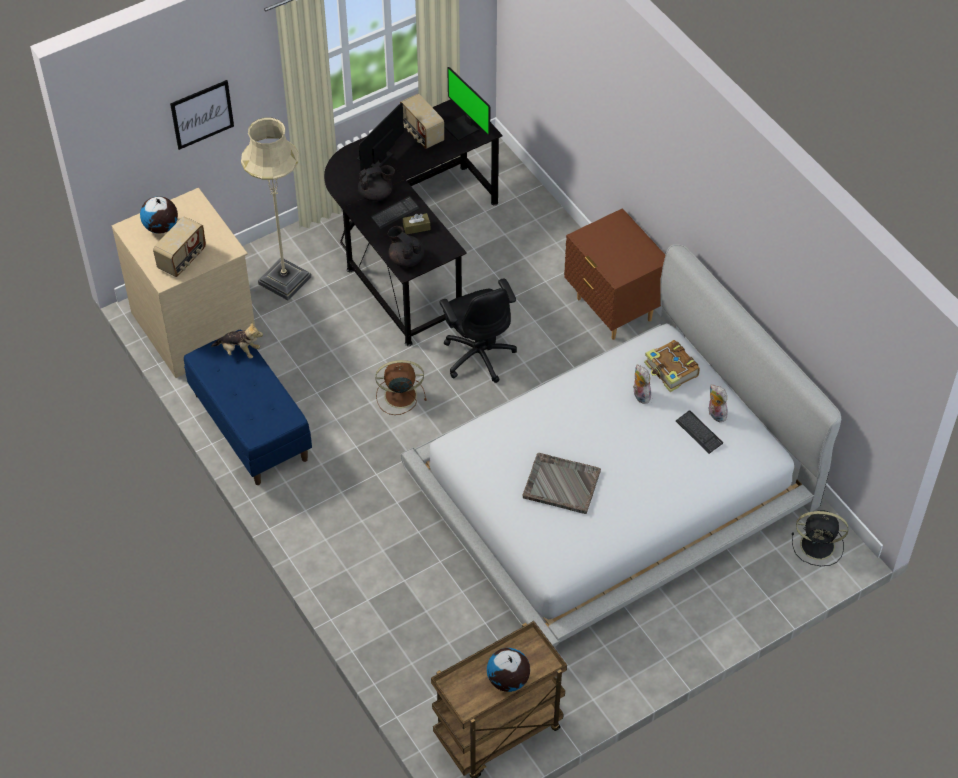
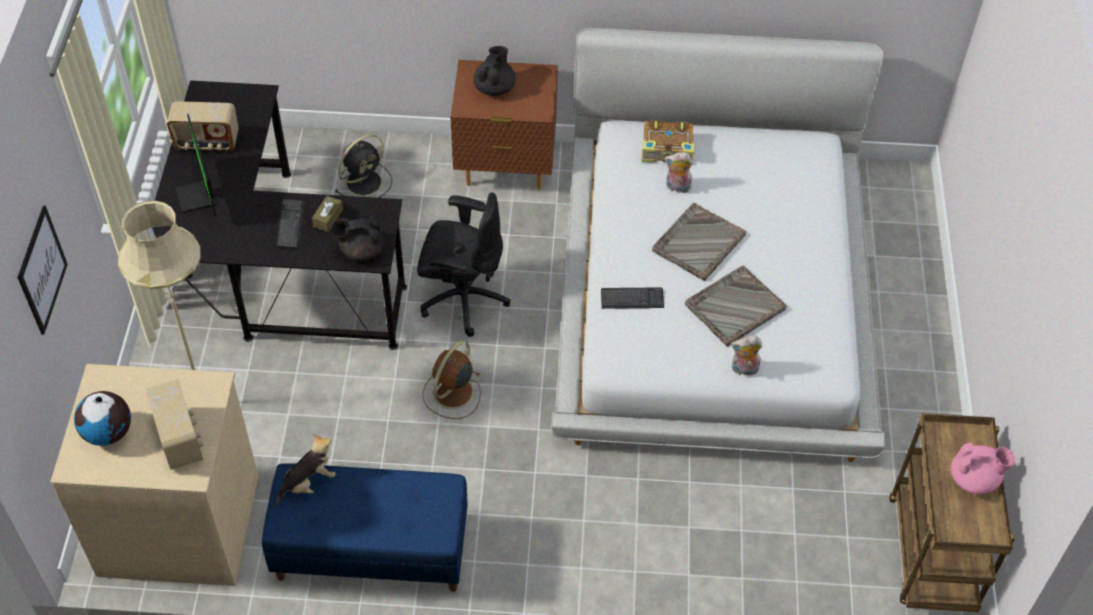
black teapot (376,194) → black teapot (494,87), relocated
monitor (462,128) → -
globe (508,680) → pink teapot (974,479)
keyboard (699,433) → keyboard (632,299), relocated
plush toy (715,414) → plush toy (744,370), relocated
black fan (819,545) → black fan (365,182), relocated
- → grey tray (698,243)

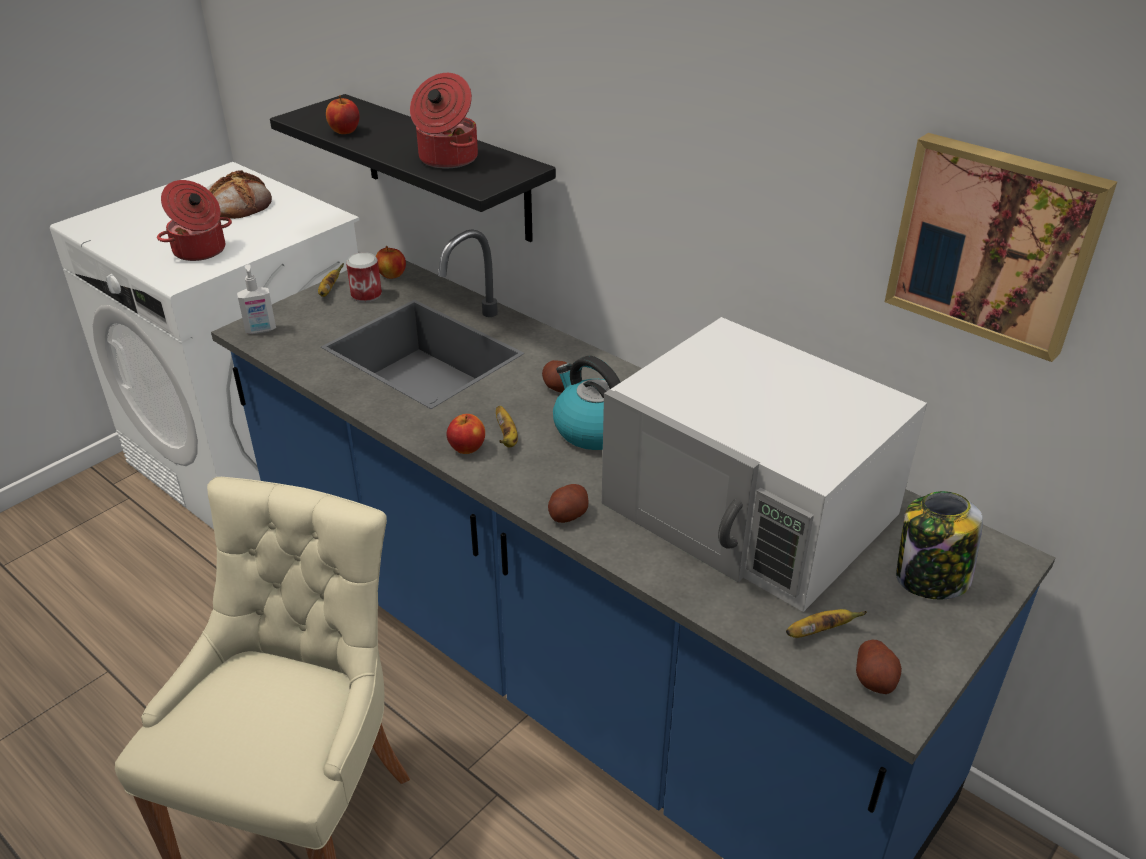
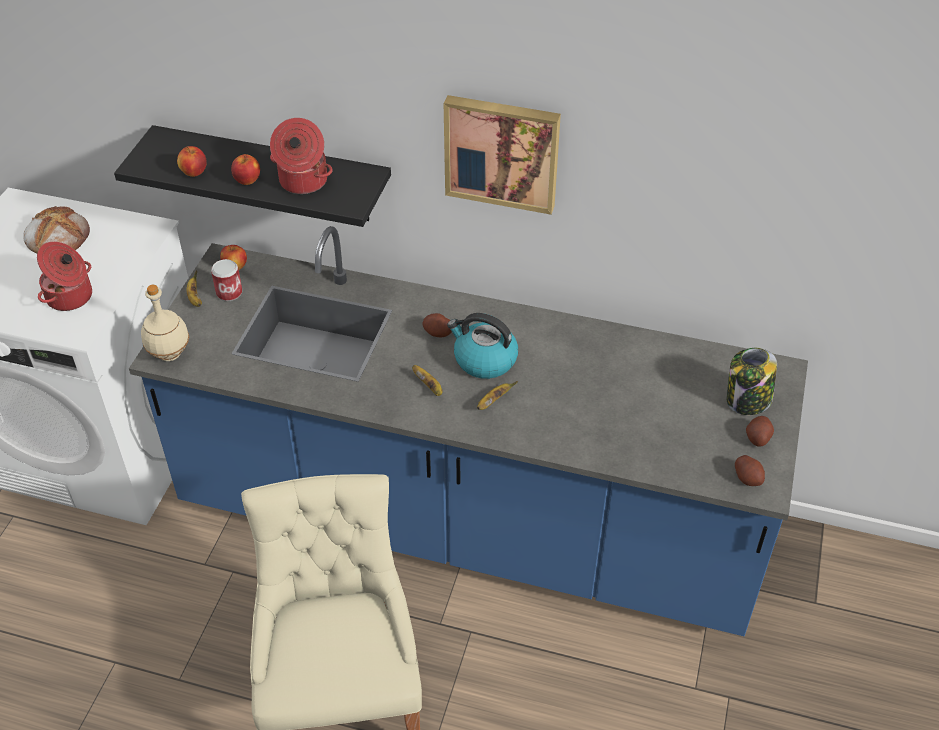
soap dispenser (261,330) → beige bottle (170,353)
apple (467,448) → apple (247,180), relocated
potato (567,514) → potato (757,438), relocated
white microwave (751,509) → -
banana (818,632) → banana (493,401), relocated
picture (994,243) → picture (502,152), relocated

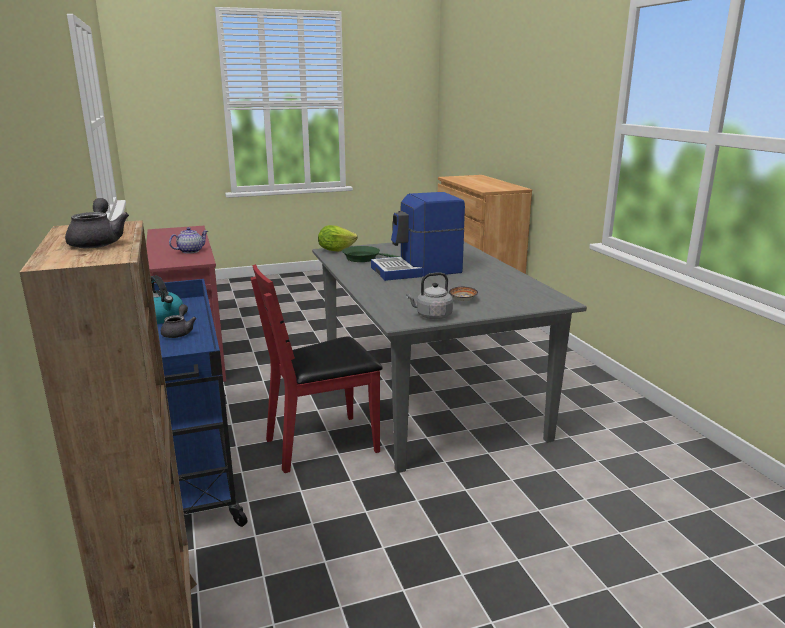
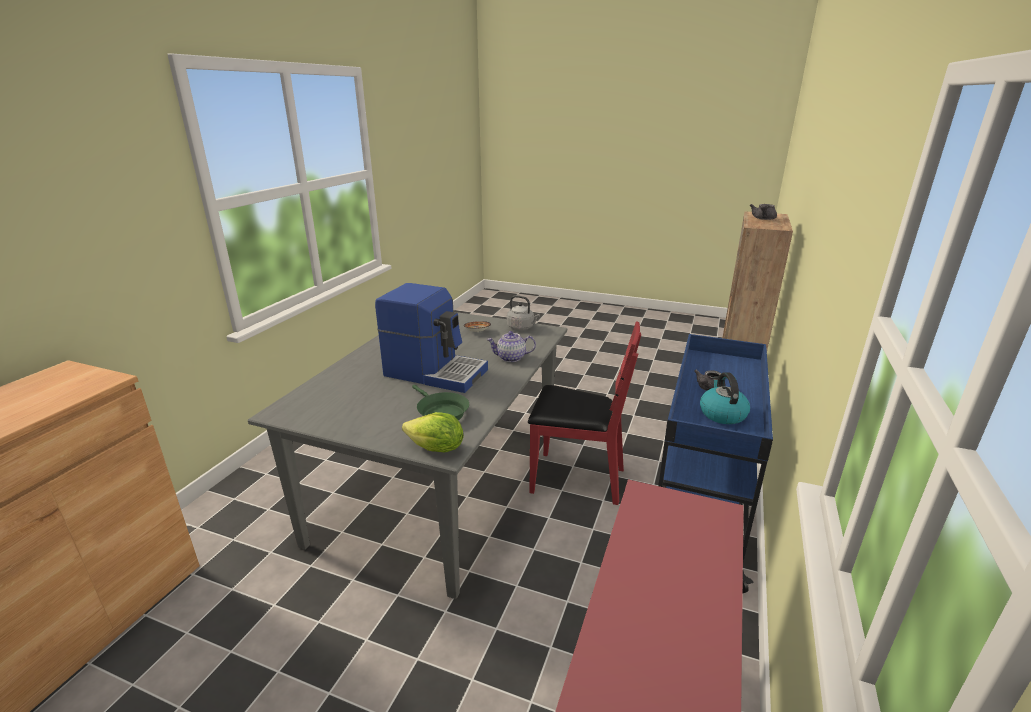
teapot (190,251) → teapot (511,358), relocated

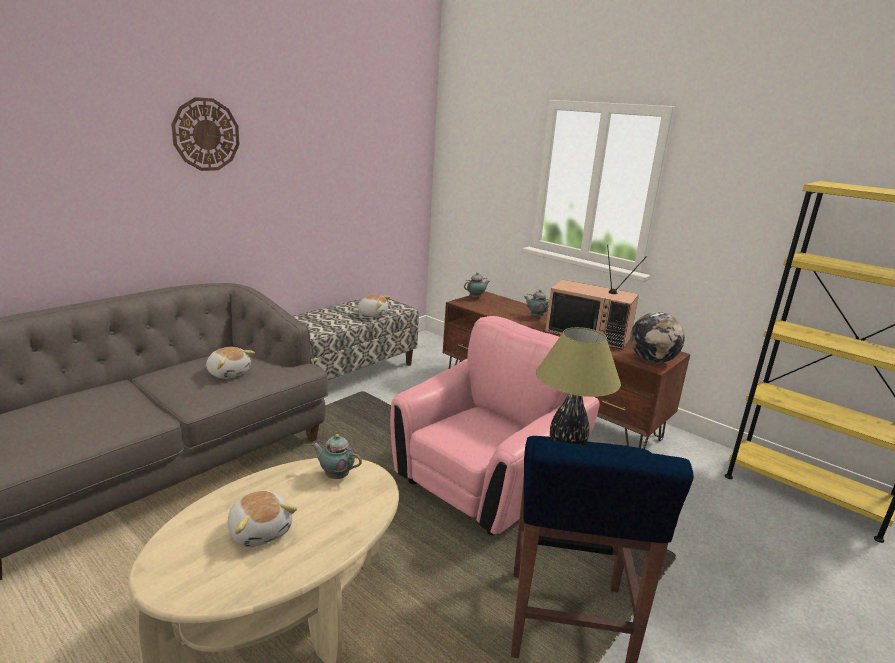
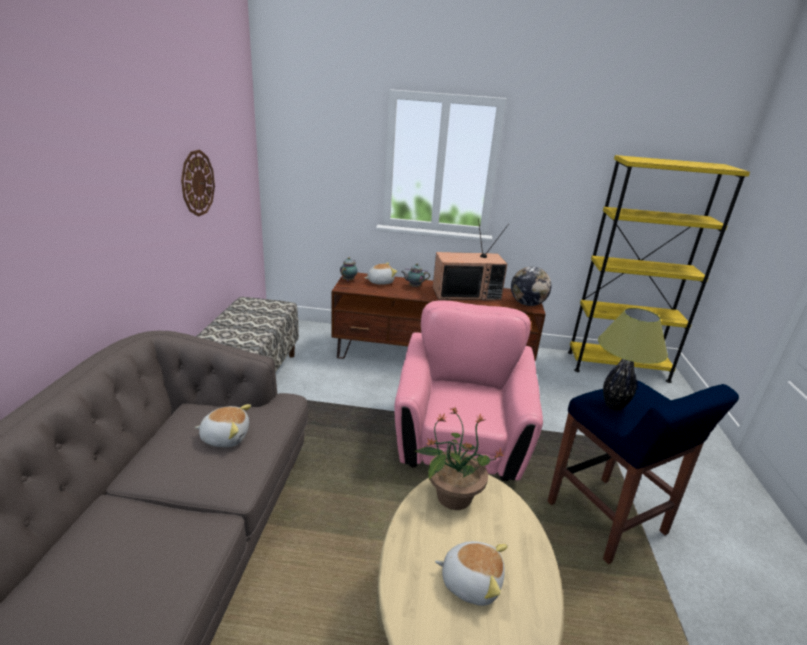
wall clock (206,134) → wall clock (197,183), relocated
teapot (335,476) → potted plant (452,496)
plush toy (372,314) → plush toy (380,282), relocated

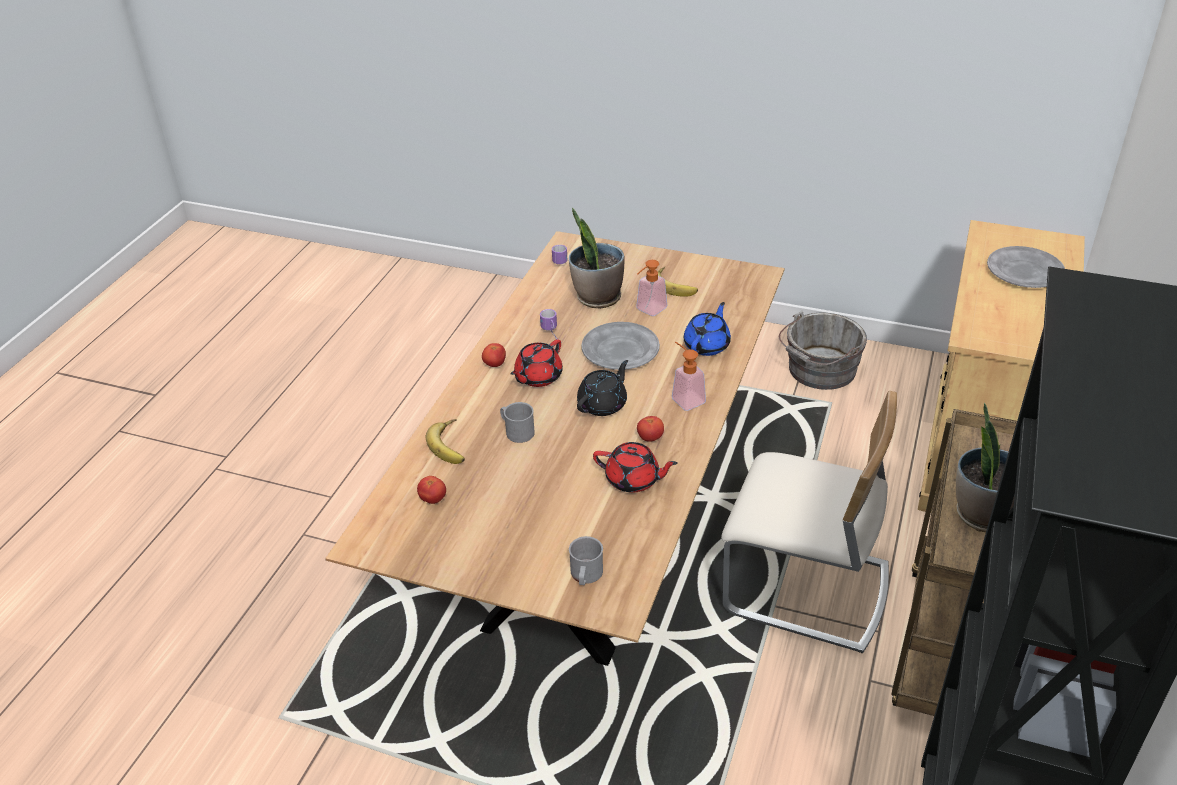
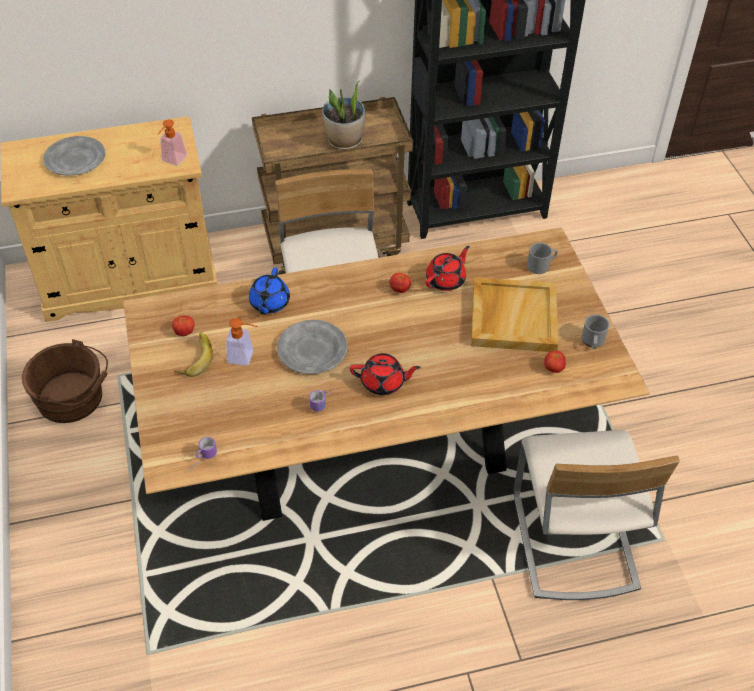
banana (452,445) → -
tomato (494,364) → tomato (184,332), relocated
grey mug (516,431) → grey mug (592,342), relocated
potted plant (597,297) → -
black teapot (603,404) → -
red teapot (633,480) → red teapot (446,280), 60 degrees clockwise
soap dispenser (685,398) → soap dispenser (172,161), relocated
blue teapot (707,345) → blue teapot (269,303), 75 degrees counterclockwise
grey bucket (819,371) → brown bucket (74,398)
- → beige tray (513,317)
- → beige chair (572,540)

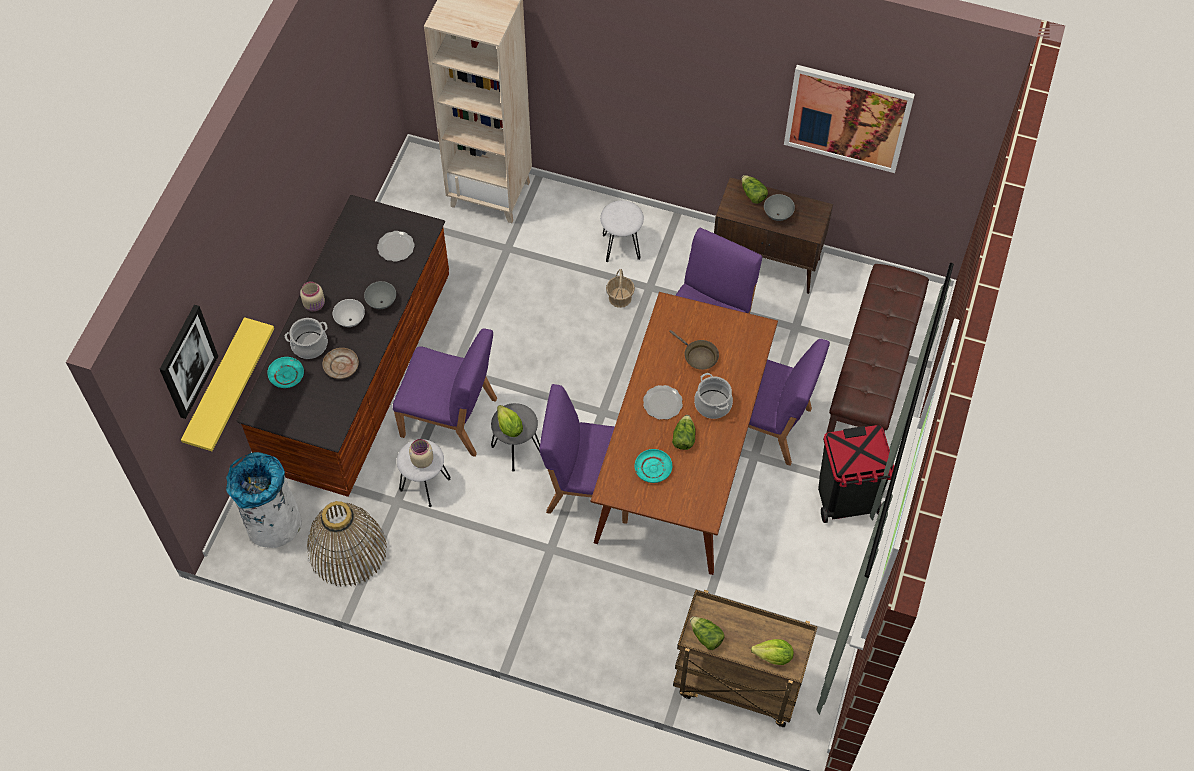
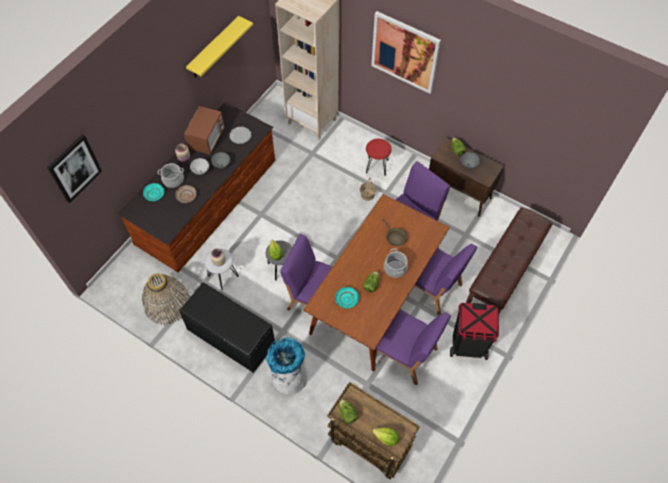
yellow shelf (216,386) → yellow shelf (214,48), relocated
white trash can (273,524) → white trash can (289,378), relocated
purple chair (450,418) → purple chair (405,355), relocated
white stool (621,246) → red stool (377,166)
plate (662,404) → -
picture (847,118) → picture (405,52), relocated
- → black bench (230,337)
- → microwave (207,139)

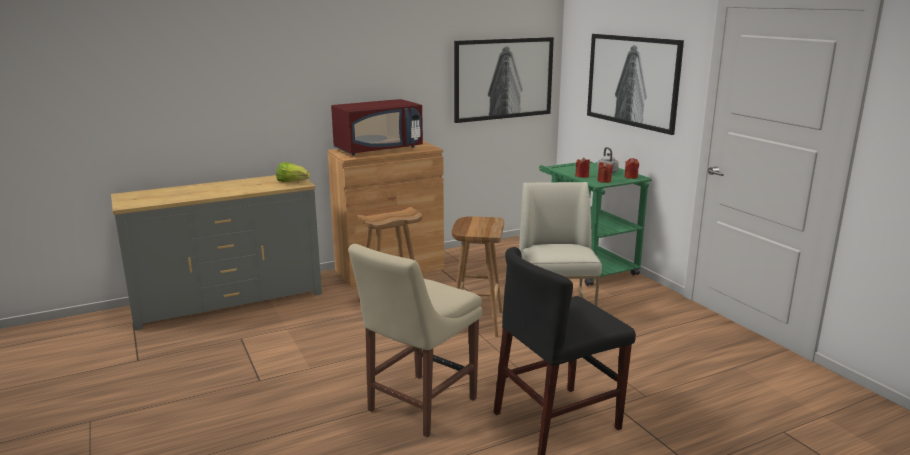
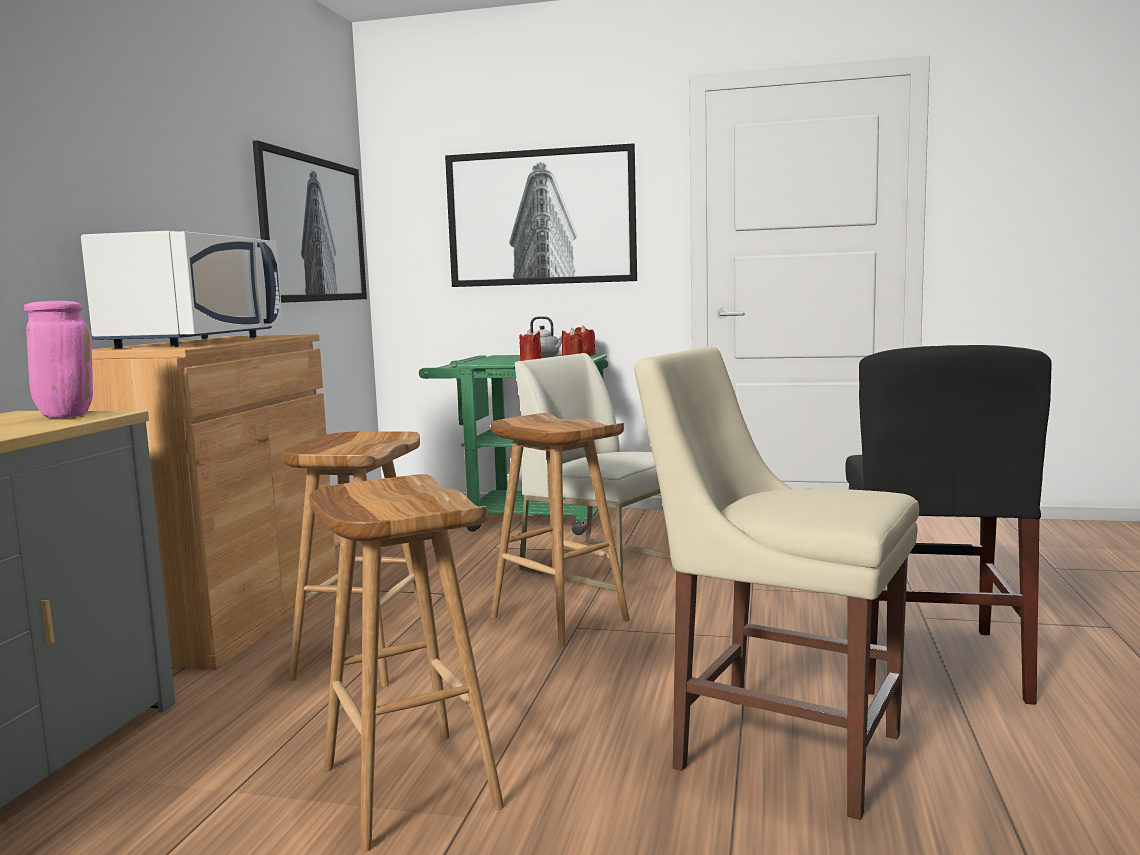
lettuce (292,182) → pink vase (64,416)
red microwave (378,149) → white microwave (196,342)
beige chair (418,406) → beige chair (777,747), 135 degrees clockwise
- → brown stool (407,786)

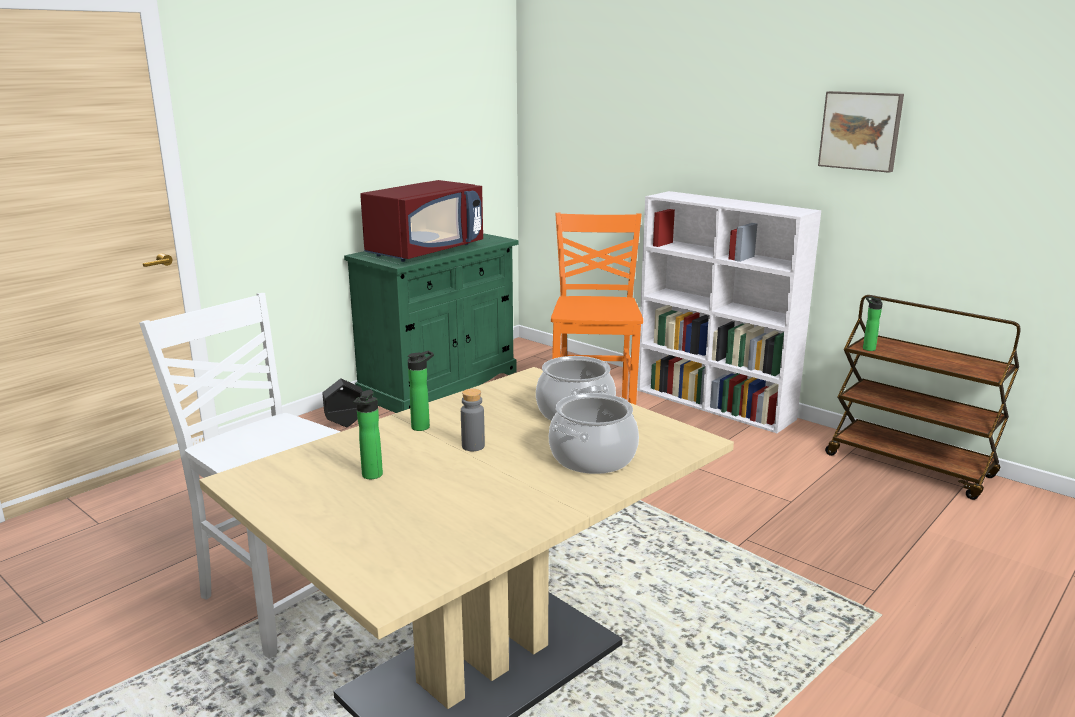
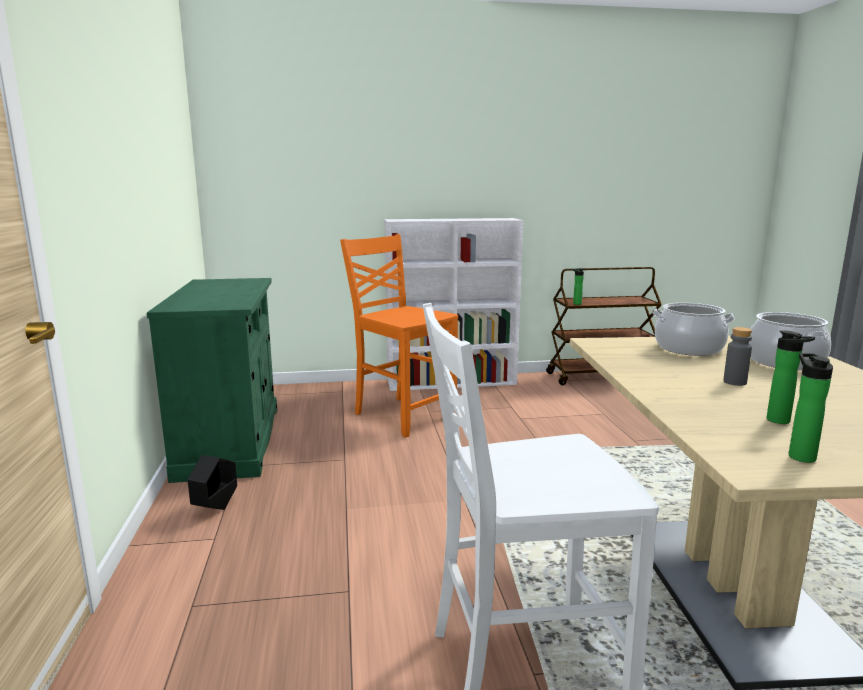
red microwave (425,251) → -
bottle (423,426) → bottle (799,456), relocated
picture (861,130) → -

